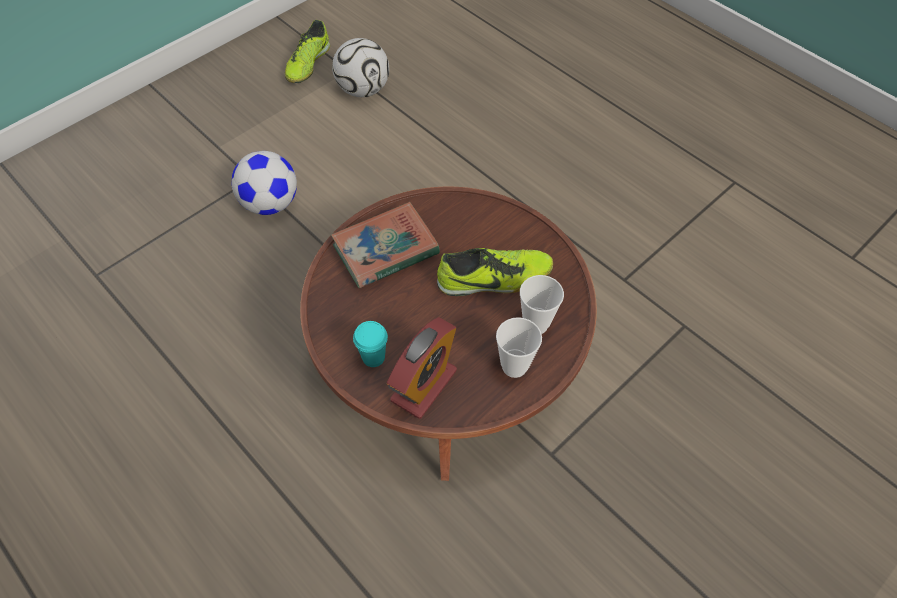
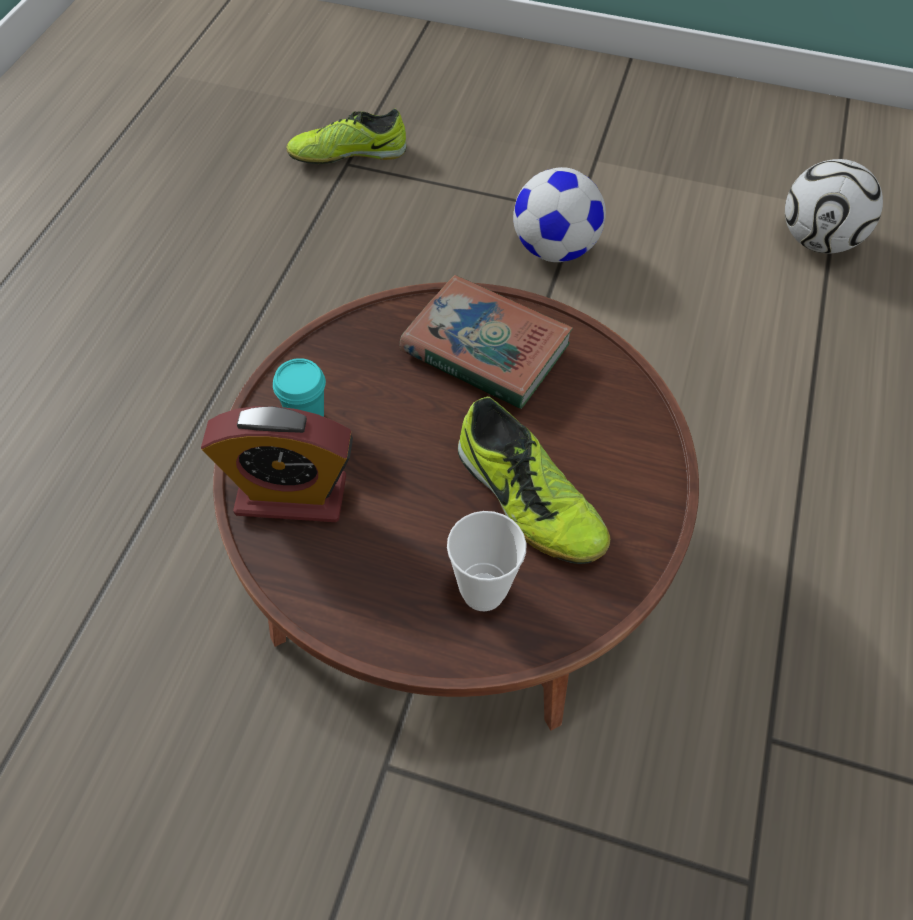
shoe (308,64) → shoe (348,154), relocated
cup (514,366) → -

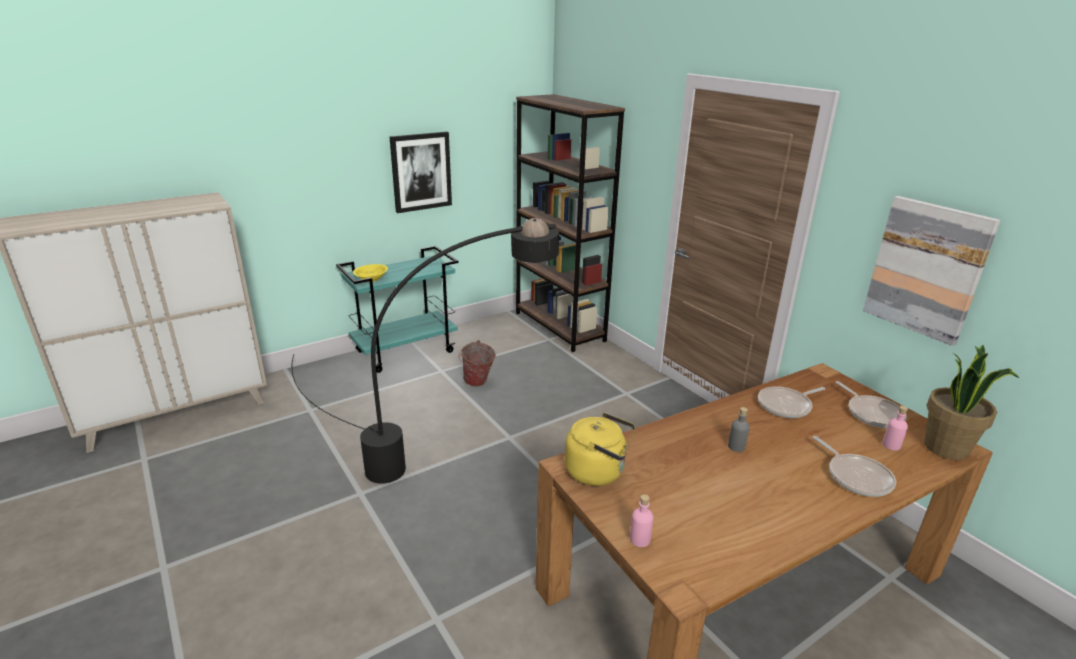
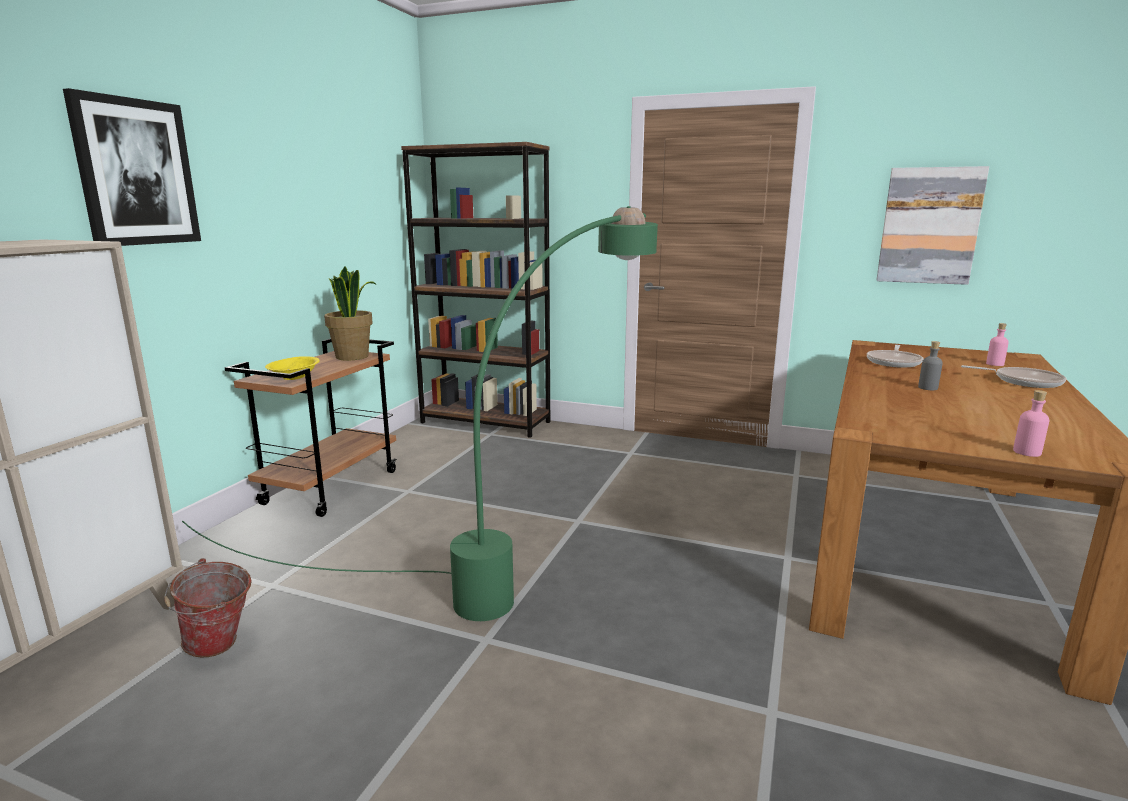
black floor lamp (431,450) → green floor lamp (510,563)
turquoise cart (406,351) → brown cart (331,486)
picture (421,172) → picture (136,173), relocated
bucket (477,383) → bucket (219,648), relocated
yellow kettle (598,472) → -
frying pan (872,413) → -
potted plant (947,448) → potted plant (353,357), relocated

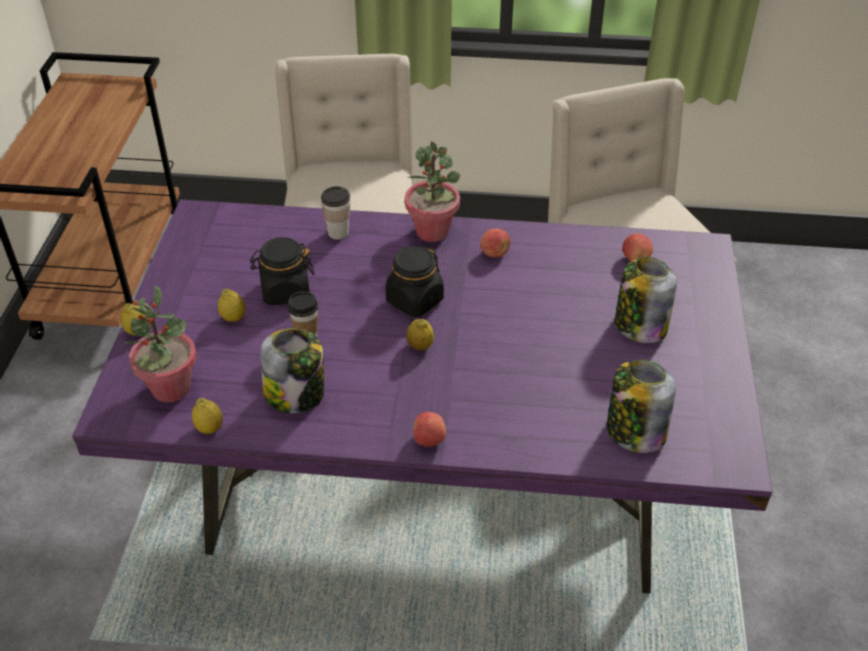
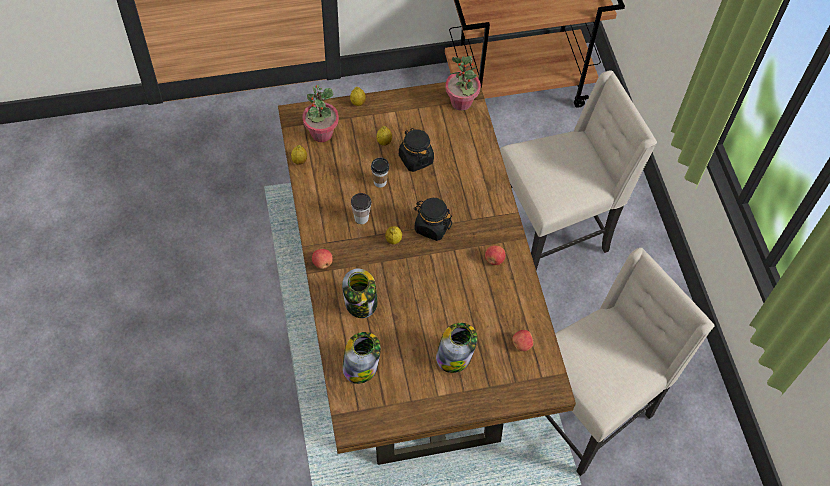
purple dining table (430,498) → brown dining table (409,322)
jar (296,394) → jar (361,303), relocated
cup (338,233) → cup (361,218), relocated
potted plant (432,231) → potted plant (461,102), relocated

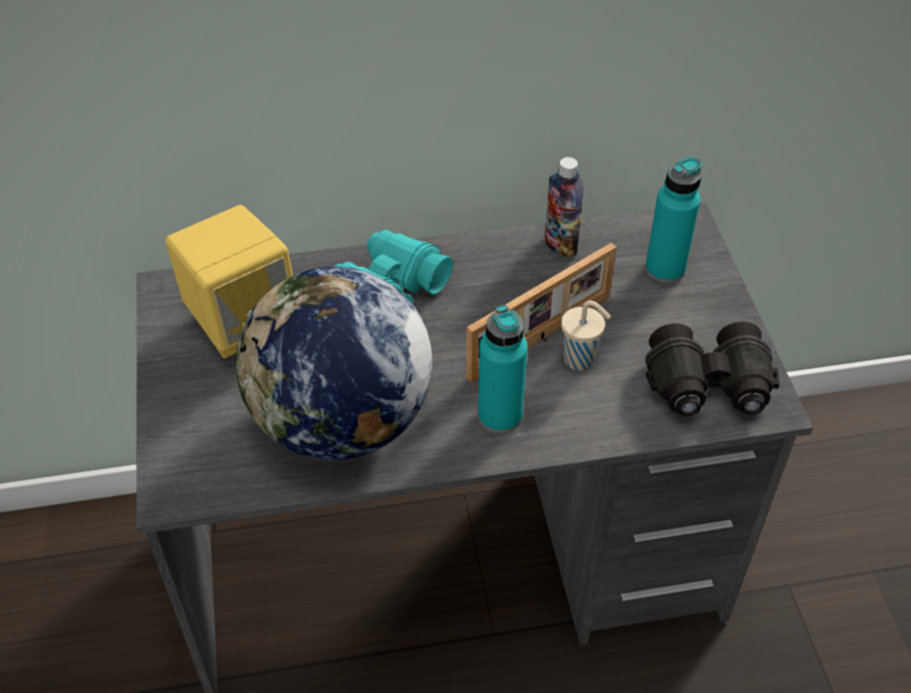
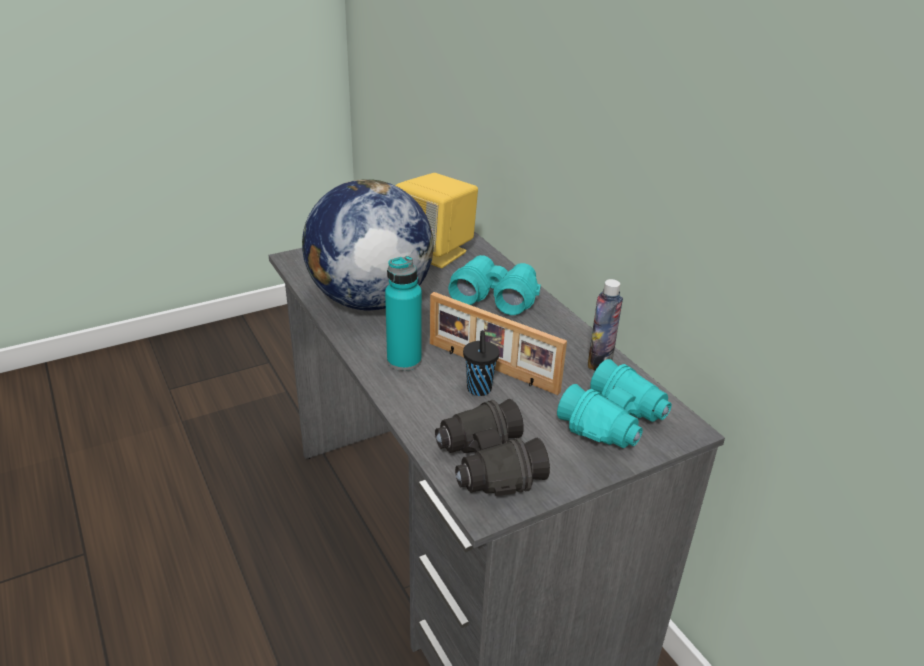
beige cup (580,360) → black cup (479,390)
turquoise bottle (665,269) → turquoise binoculars (614,422)

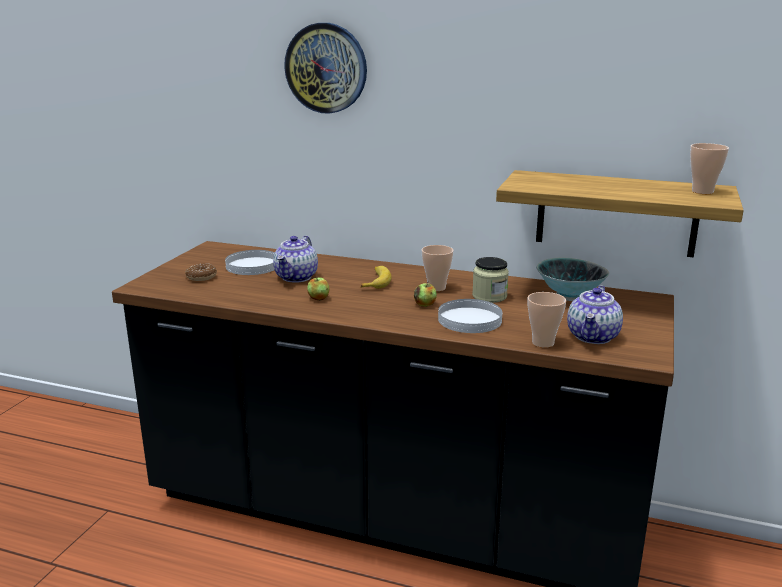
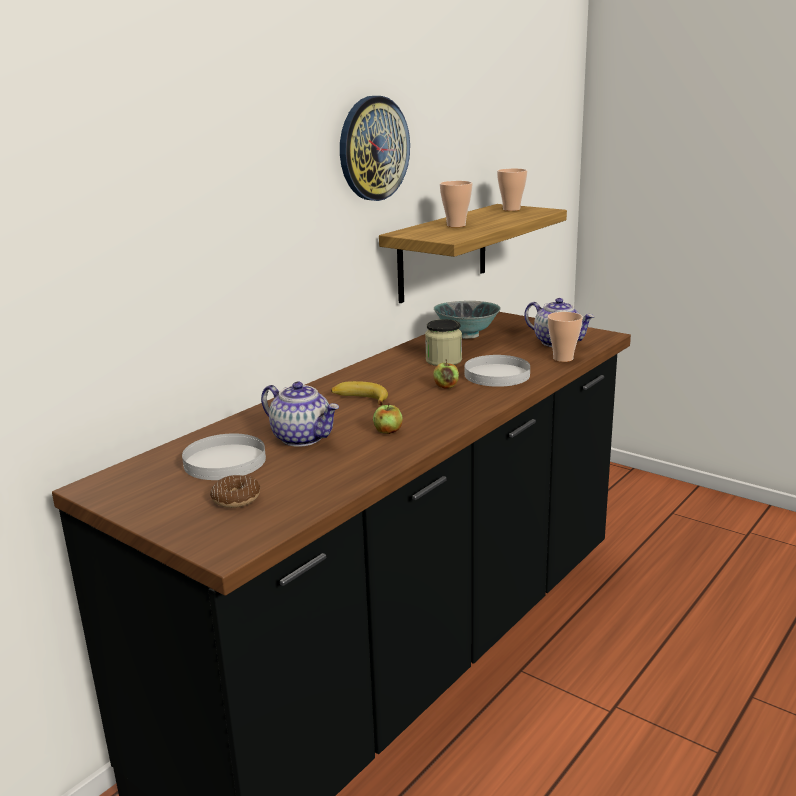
wall clock (326,68) → wall clock (373,148), relocated
cup (436,288) → cup (456,225), relocated

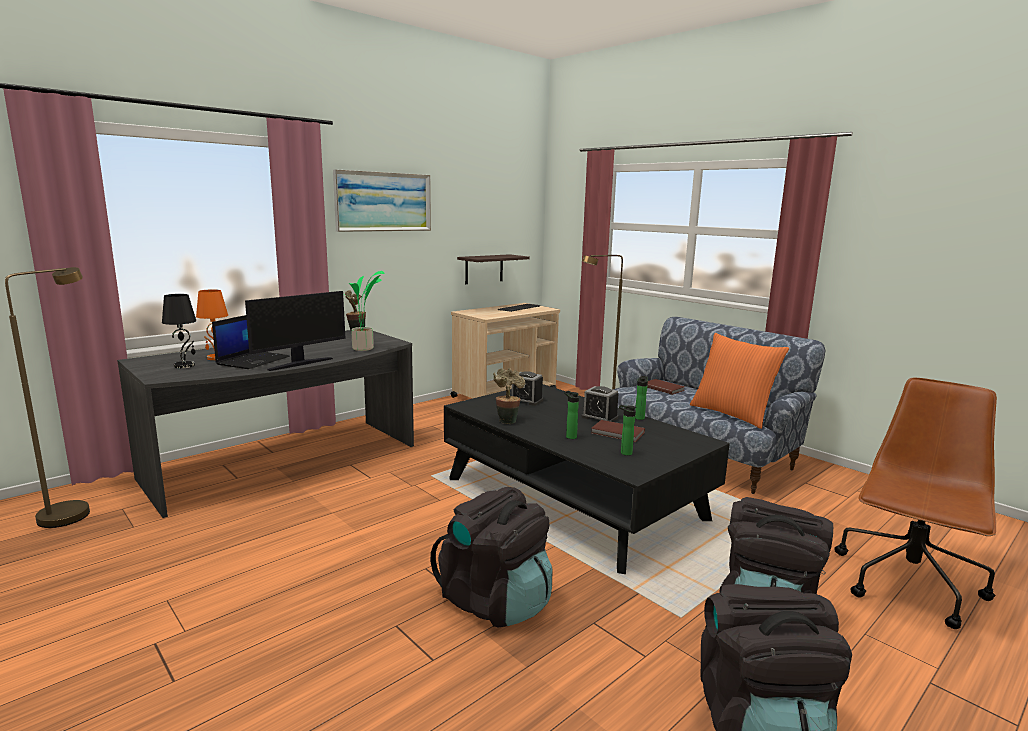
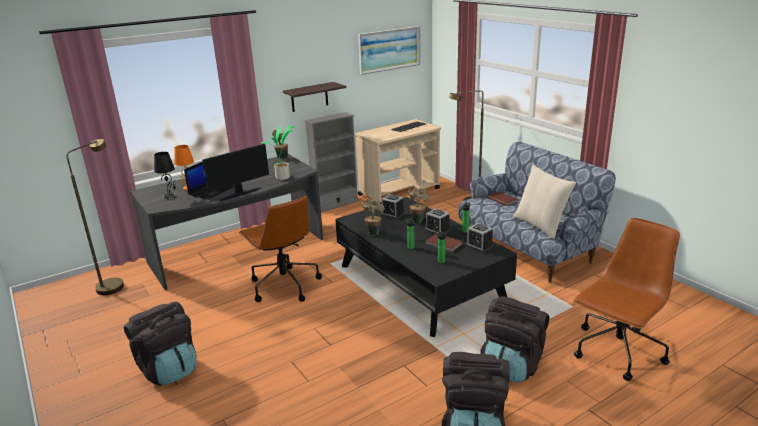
picture (383,202) → picture (389,49), relocated
black backpack (495,601) → black backpack (168,369), relocated
shelf (484,269) → shelf (309,97), relocated
orange pillow (732,414) → beige pillow (540,225)
- → brown office chair (284,285)
- → grey bookcase (335,204)
- → potted plant (417,220)
- → alarm clock (479,246)

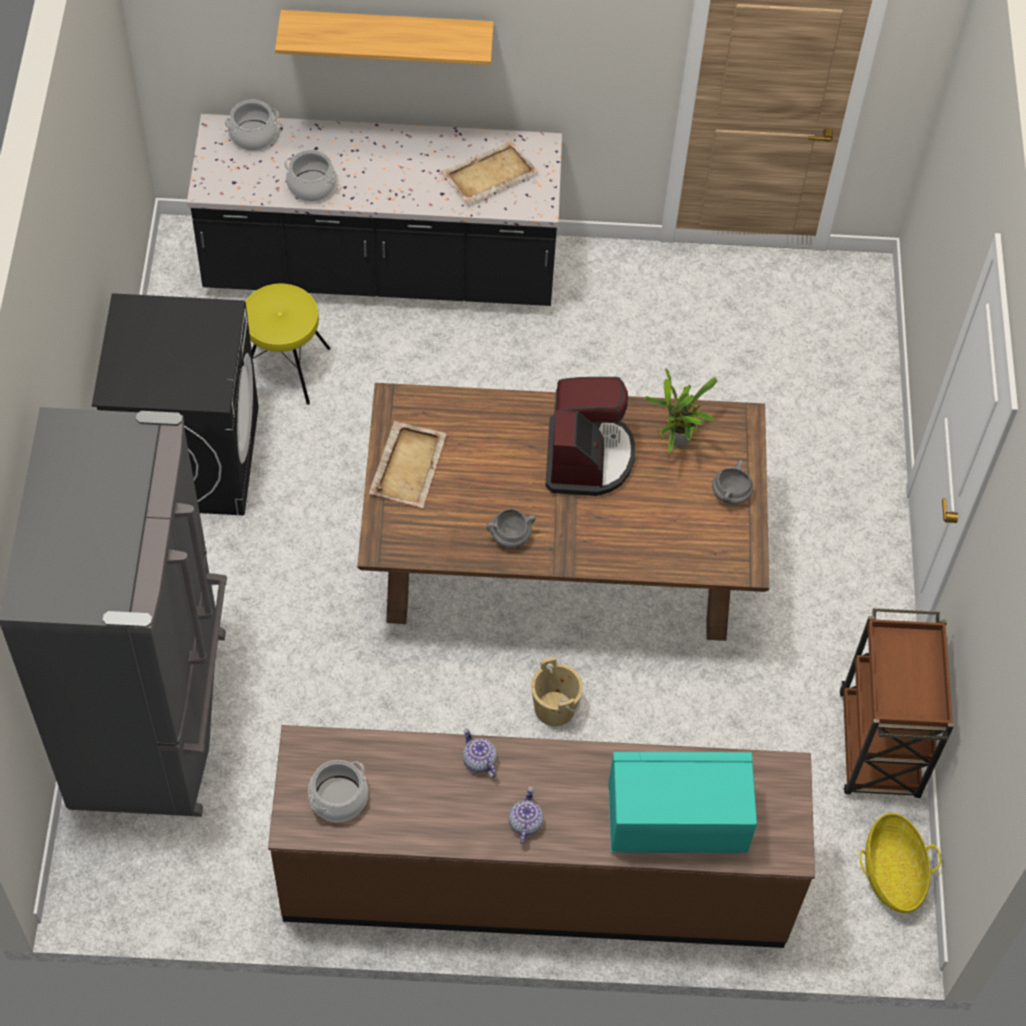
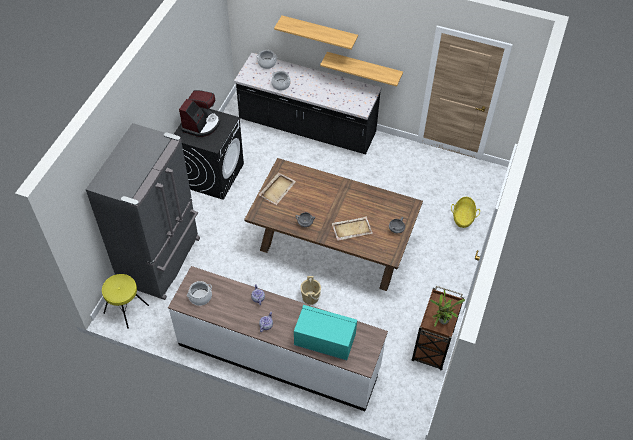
yellow stool (284,367) → yellow stool (126,309), relocated
brown counter (535,877) → white counter (278,357)
beige tray (488,175) → beige tray (351,229), relocated
coffee machine (587,458) → coffee machine (201,124), relocated
potted plant (676,441) → potted plant (442,321), relocated
basket (892,873) → basket (463,217), relocated
- → shelf (364,68)

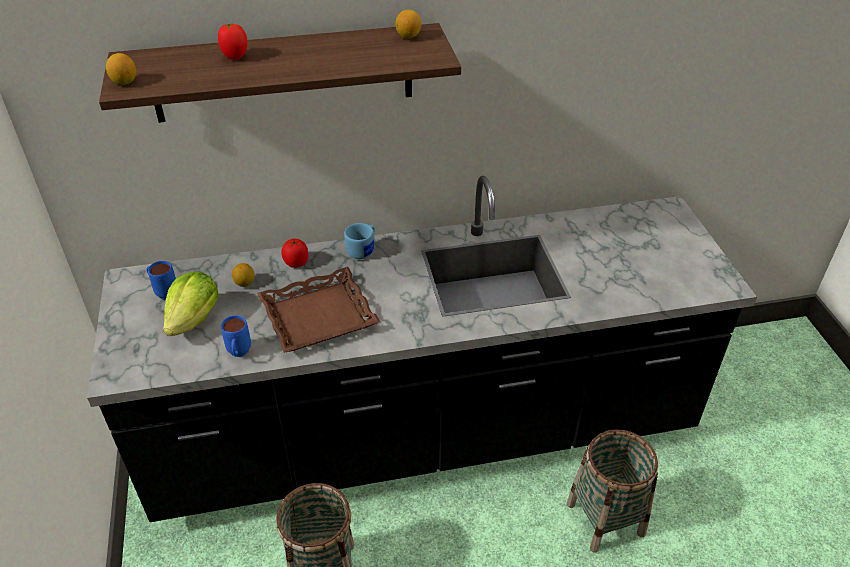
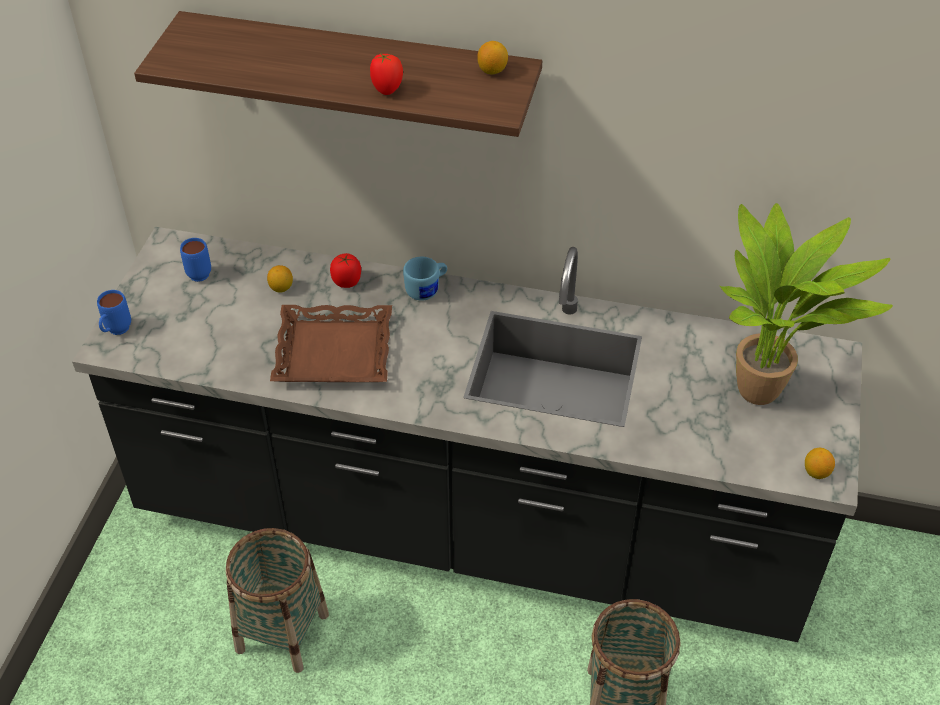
lemon (124,82) → lemon (816,472), relocated
lettuce (195,319) → -
tomato (235,57) → tomato (387,89), relocated
blue mug (239,354) → blue mug (116,332), relocated
- → potted plant (765,393)

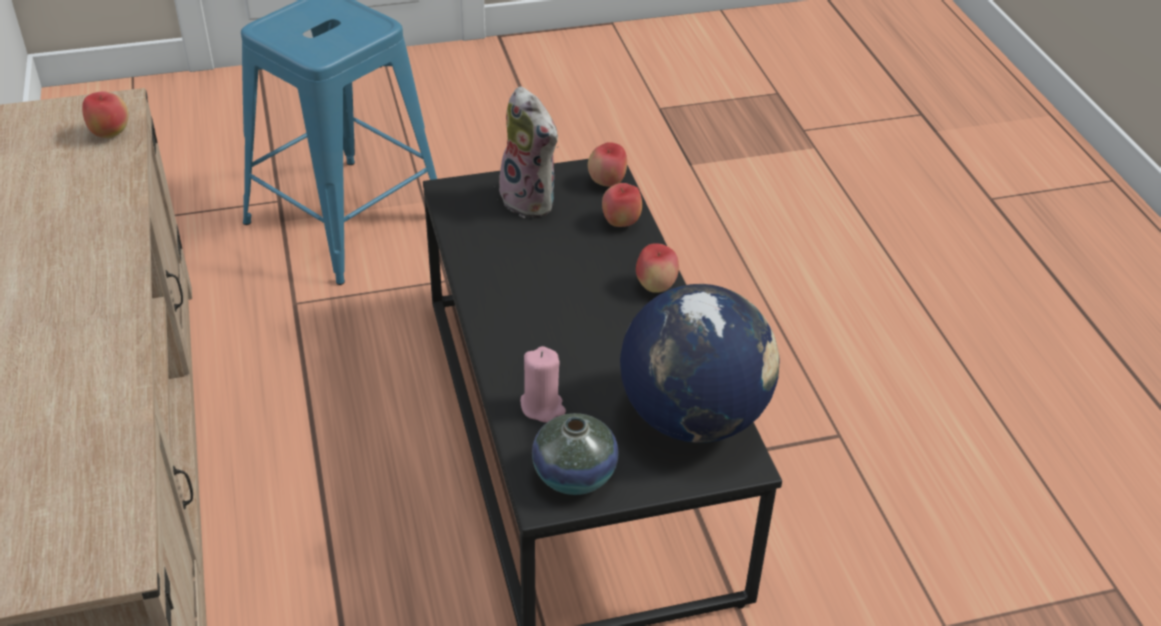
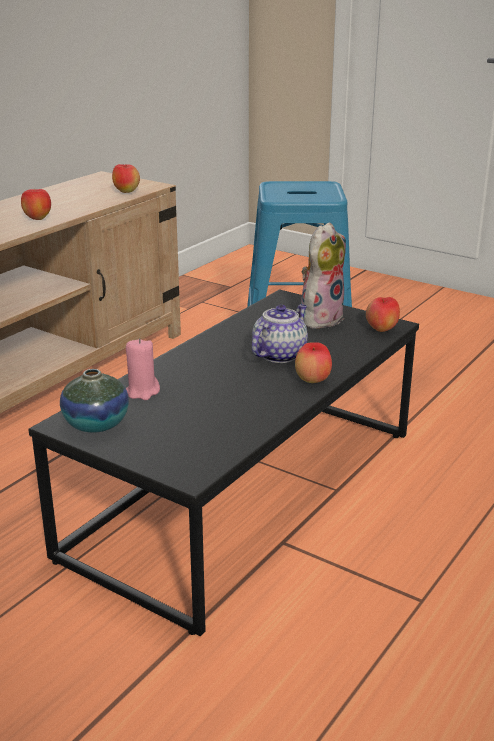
plush toy (532,200) → plush toy (320,318), 150 degrees counterclockwise
apple (621,223) → apple (38,219), relocated
globe (694,417) → -
- → teapot (279,354)

